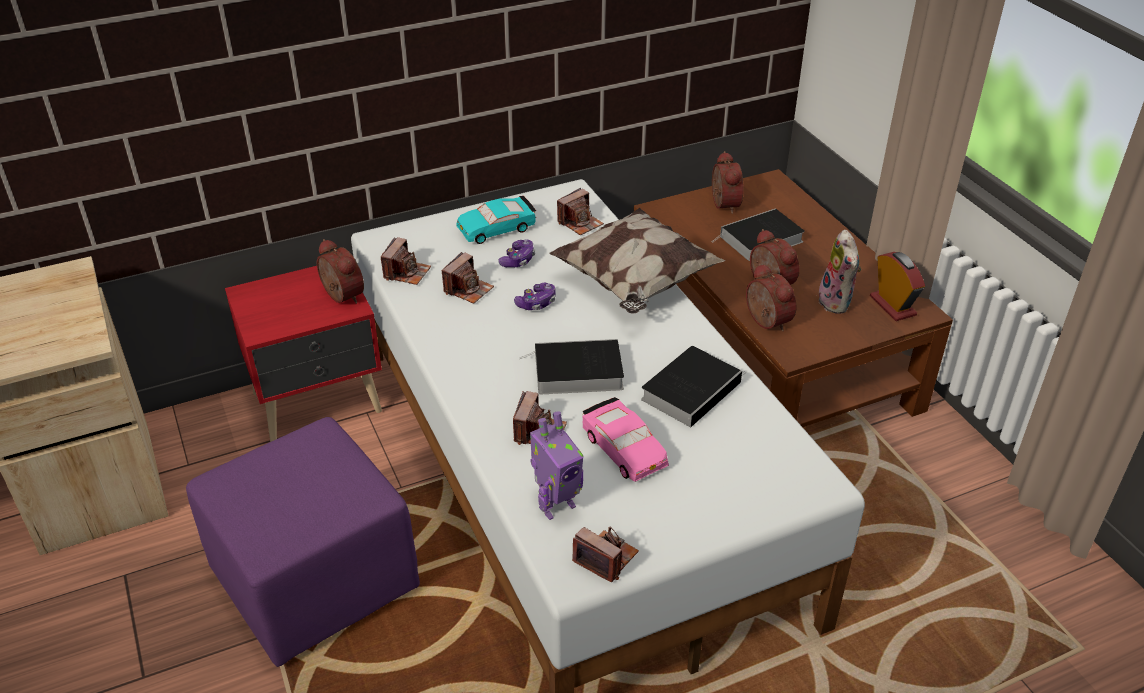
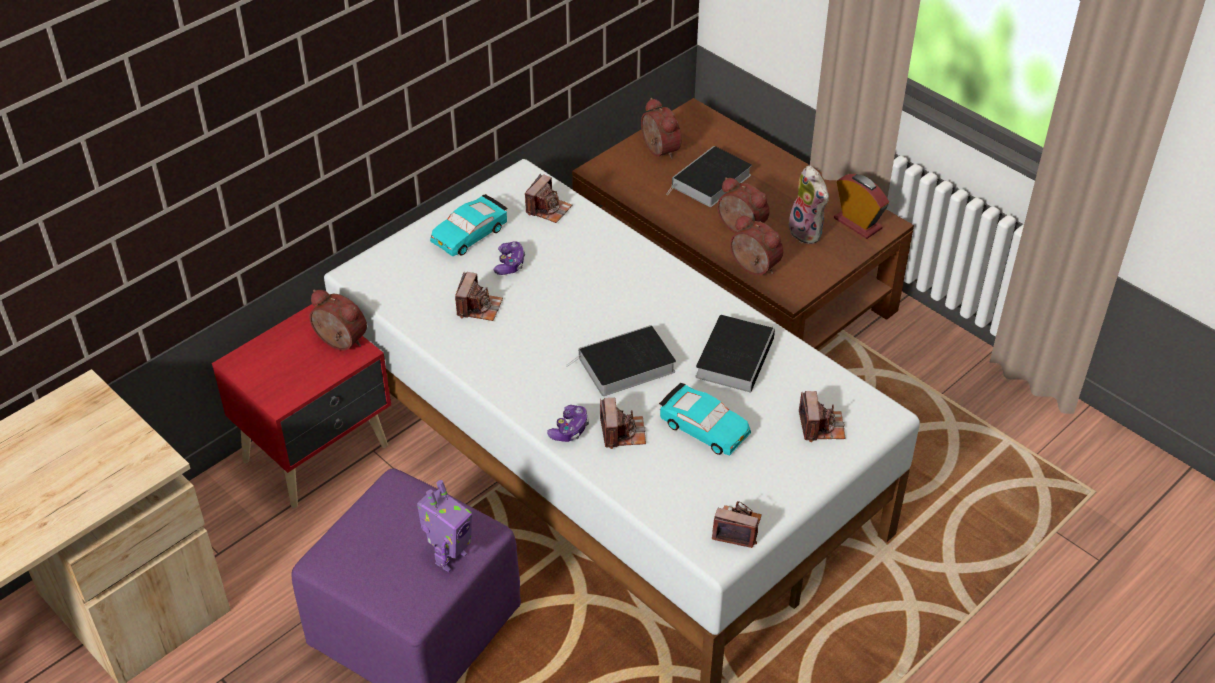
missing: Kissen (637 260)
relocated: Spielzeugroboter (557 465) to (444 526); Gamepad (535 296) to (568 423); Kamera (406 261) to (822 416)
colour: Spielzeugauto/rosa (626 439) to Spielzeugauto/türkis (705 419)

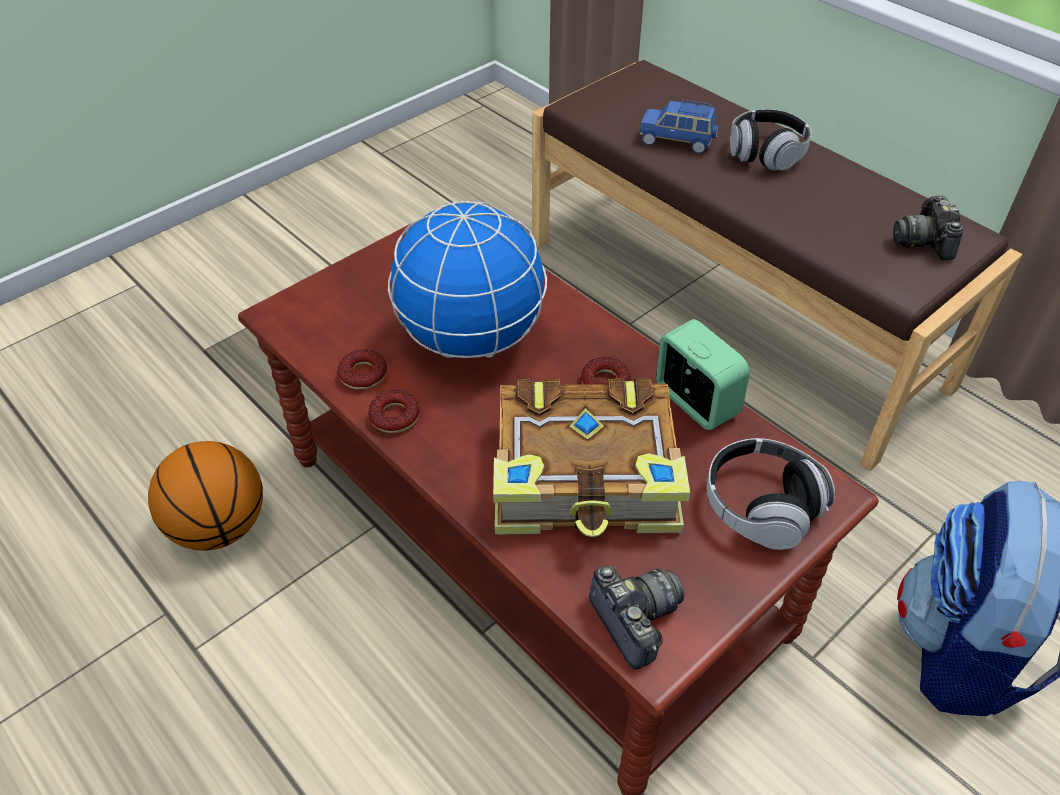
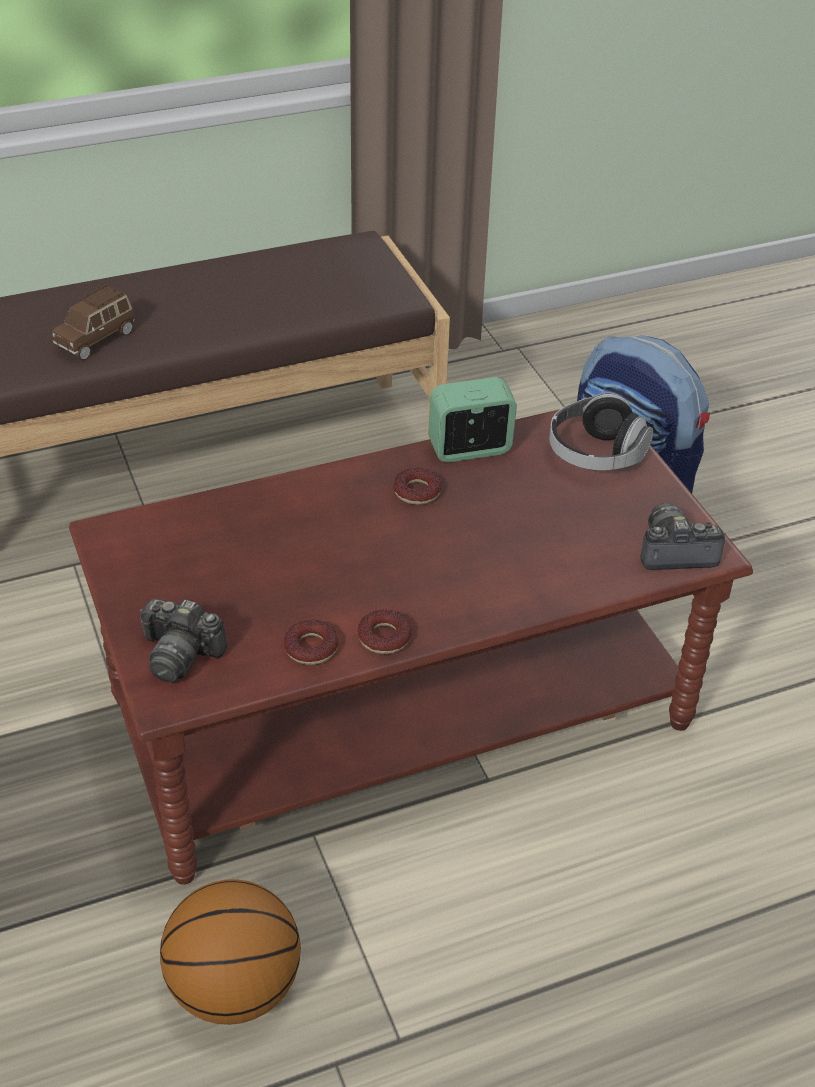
missing: Globus (467 279); Buch (591 457); Kopfhörer (771 139)
relocated: Kamera (928 228) to (183 640)
colour: Spielzeugauto/blau (679 126) to Spielzeugauto/braun (93 322)

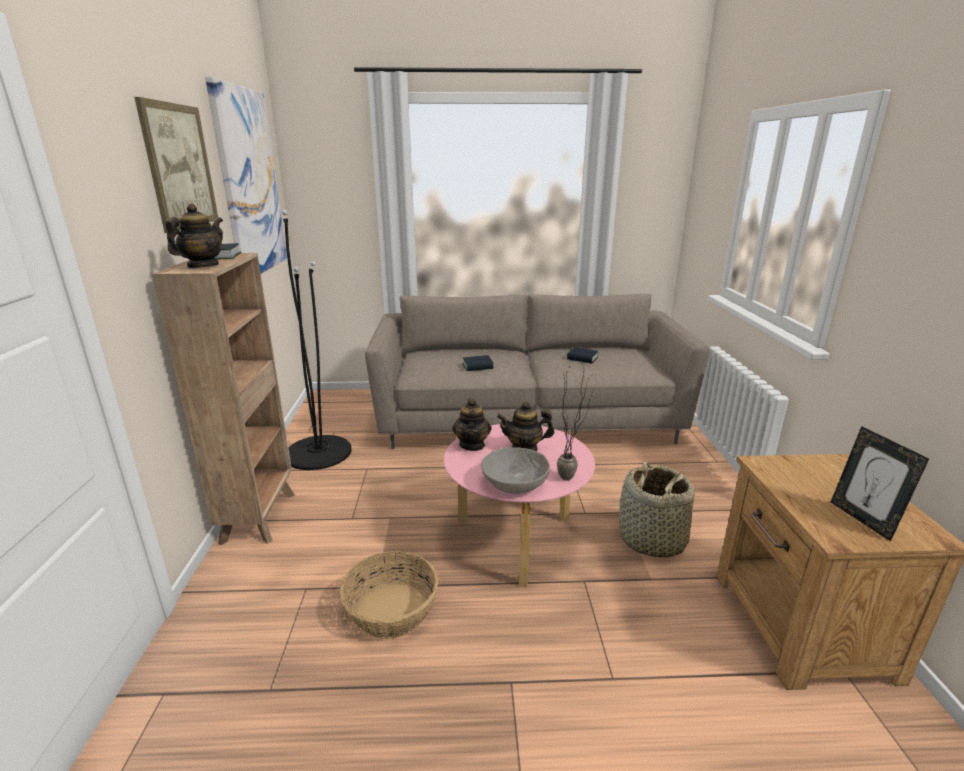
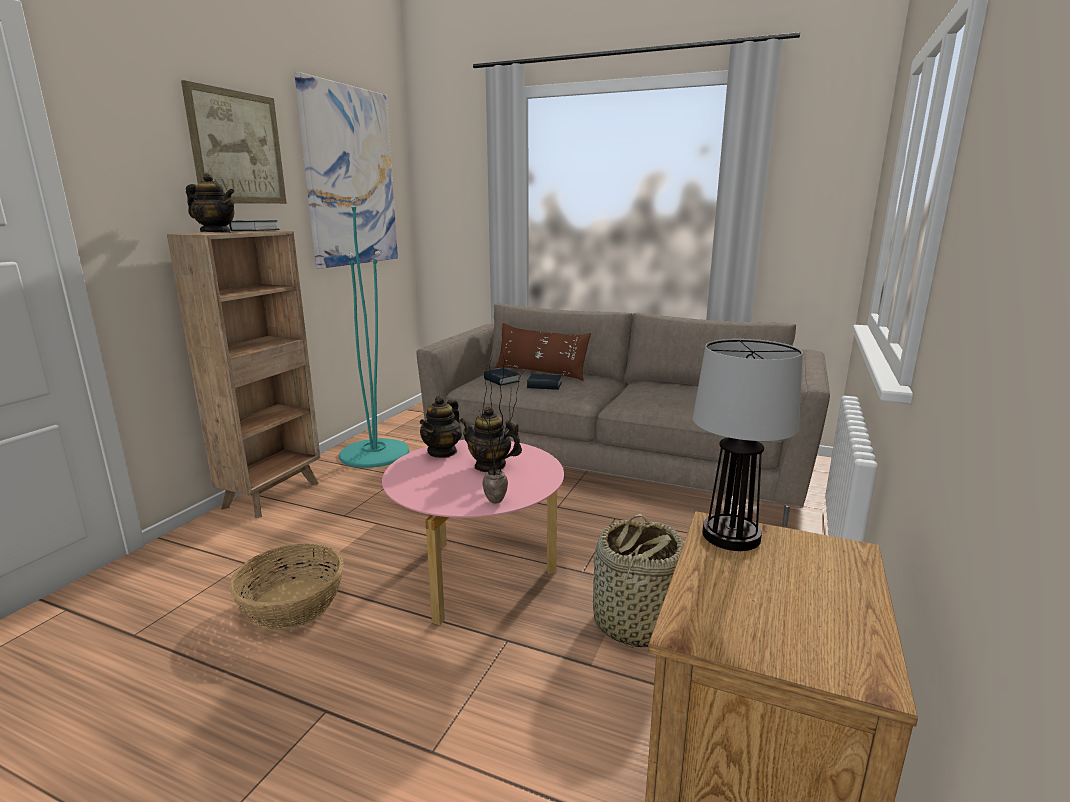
missing: Schüssel/grau (515 470); Bilderrahmen (880 483)
appeared: Kissen/braun (543 352); Tischlampe (748 445)
relocated: Buch (583 355) to (501 377)
colour: Stehlampe/schwarz (317 340) to Stehlampe/türkis (374 333)
spun: Teekanne (194 236) = (210 203) 60 degrees clockwise

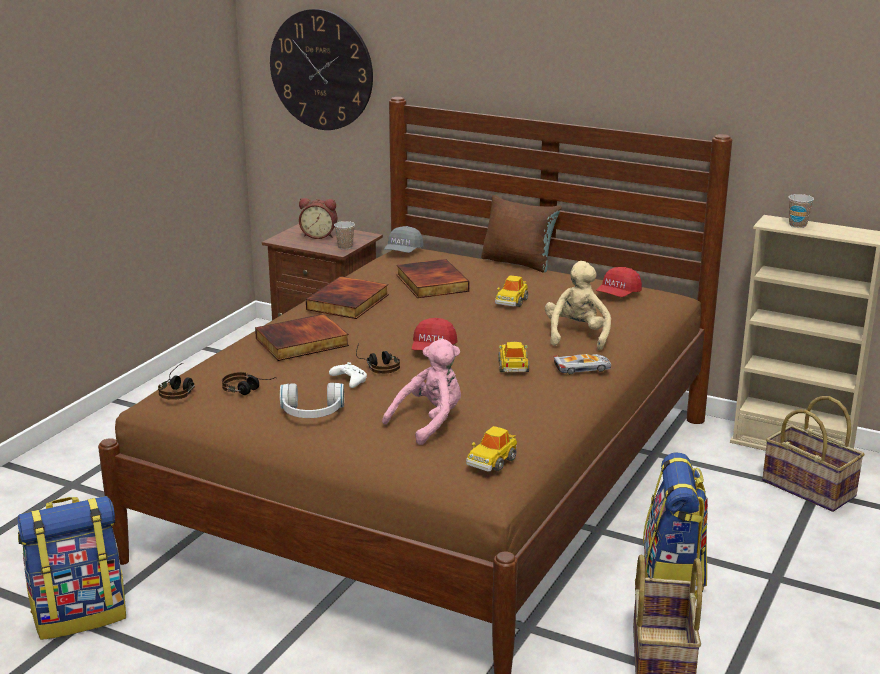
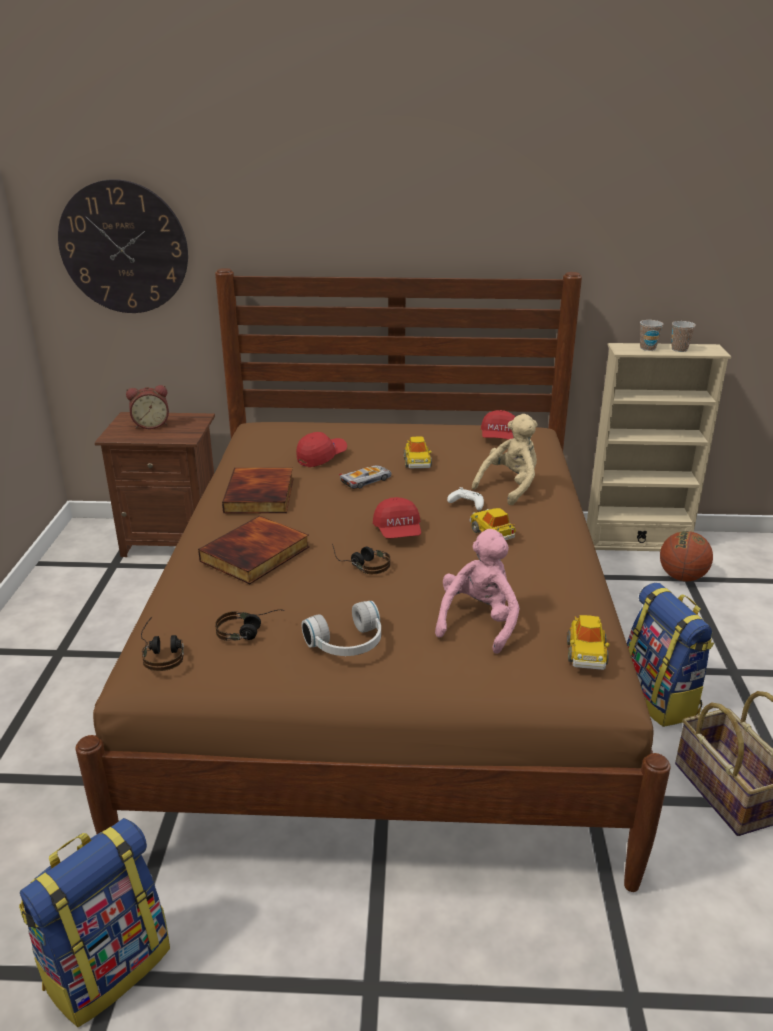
missing: Kappe/grau (404 239); Kissen/braun (521 234)
relocated: Spielzeugauto (582 364) to (365 477); Gamepad/weiß (348 375) to (465 498); Tasse (344 235) to (683 336)
exchanged: Buch (433 278) to Kappe/rot (321 449); Korb (813 454) to Basketball (686 556)
spun: Plüschtier/beige (578 306) = (505 460) 60 degrees clockwise

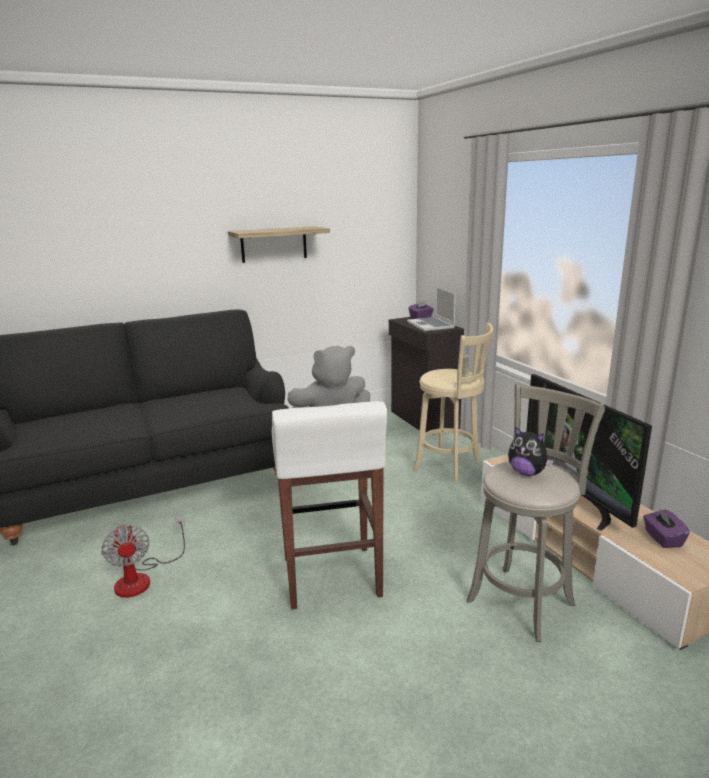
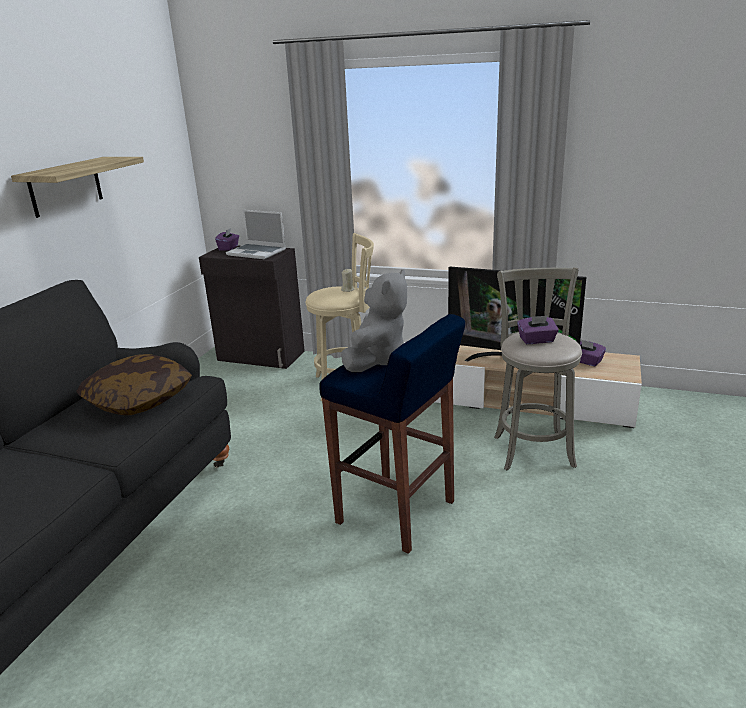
missing: Ventilator (143 556)
appeared: Kissen (134 384)
exchanged: Plüschtier (531 451) to Taschentuchbox/lila (538 330)
colour: Hocker/weiß (330 505) to Hocker/blau (392 434)

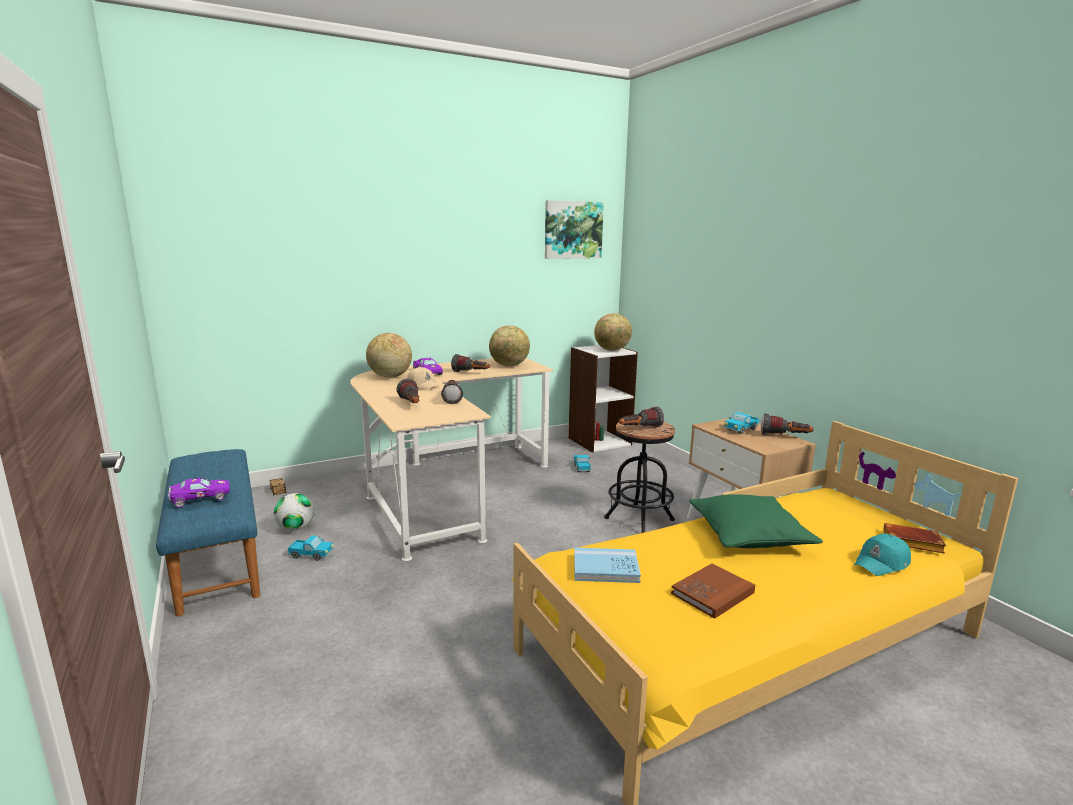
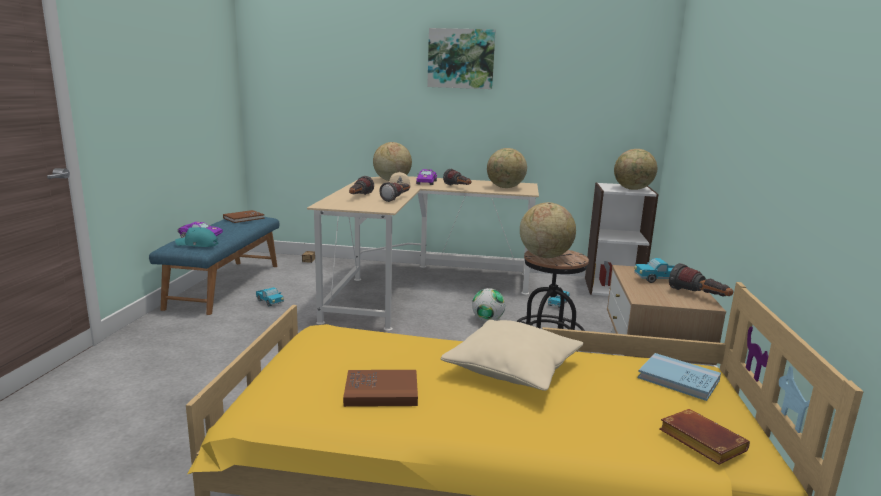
appeared: Buch/braun (244 216)
relocated: Kappe/türkis (882 555) to (196 237); Bild (574 229) to (461 58); Fußball (294 512) to (488 304); Buch/blau (607 565) to (679 377)
exchanged: Taschenlampe (641 416) to Globus (548 230)
colour: Kissen/grün (756 521) to Kissen/beige (512 355)

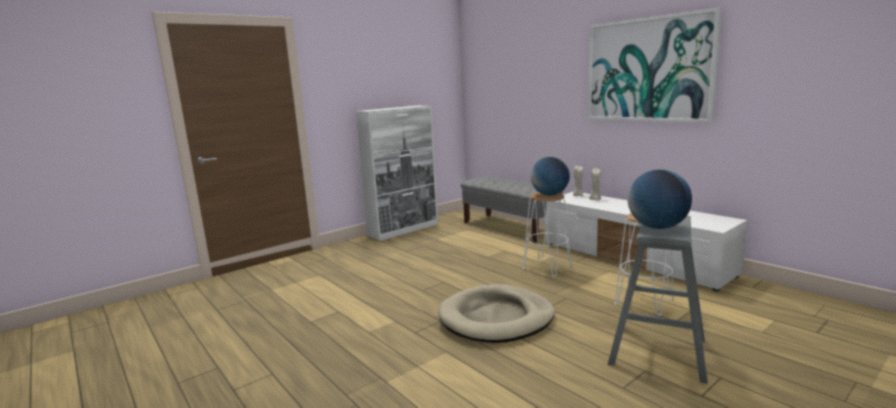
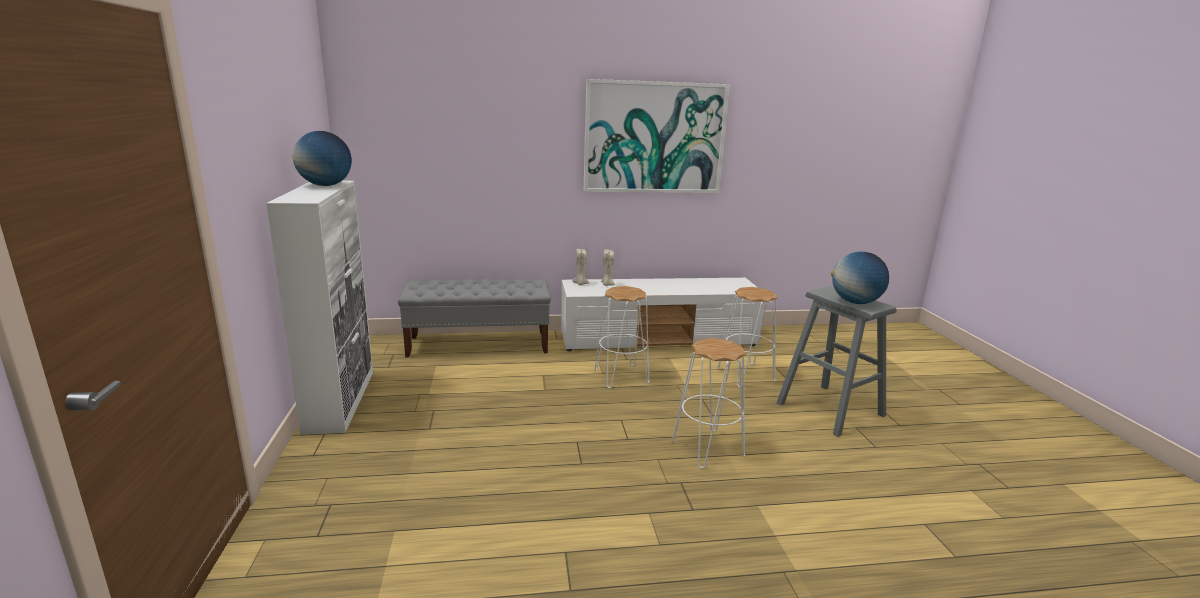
relocated: Globus (550 176) to (322 158)
exchanged: Hundebett/beige (496 313) to Hocker/weiß (709 403)

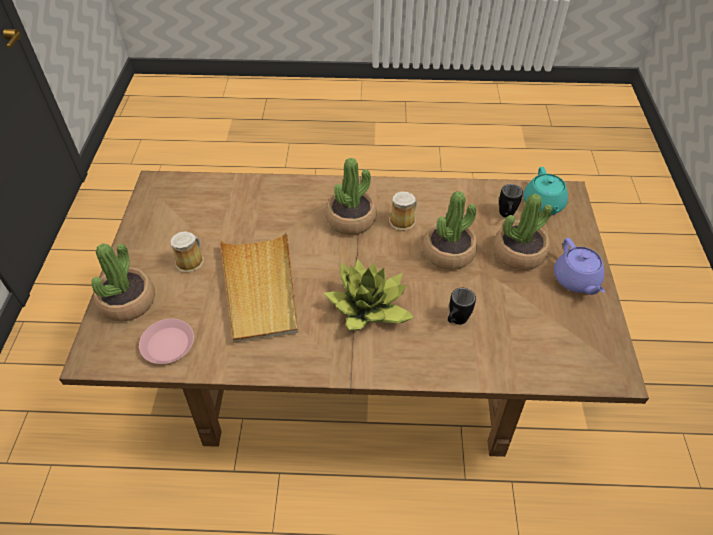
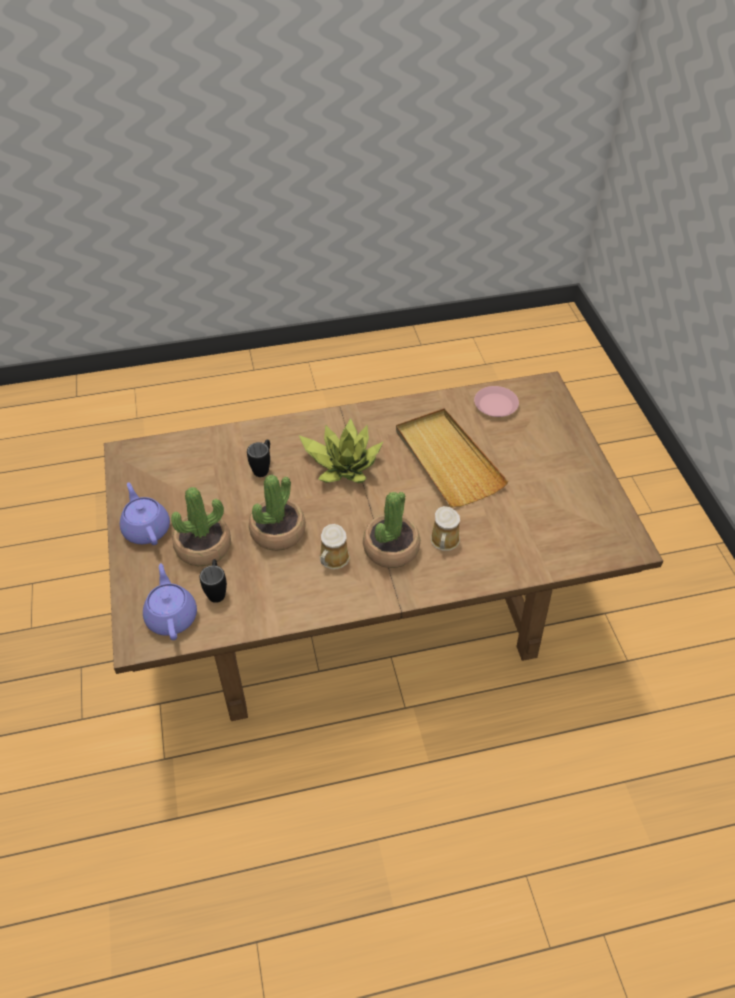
missing: Topfpflanze (123 282)
relocated: Henkelbecher (187 251) to (445 528)
colour: Teekanne/türkis (545 191) to Teekanne/lila (170 601)

